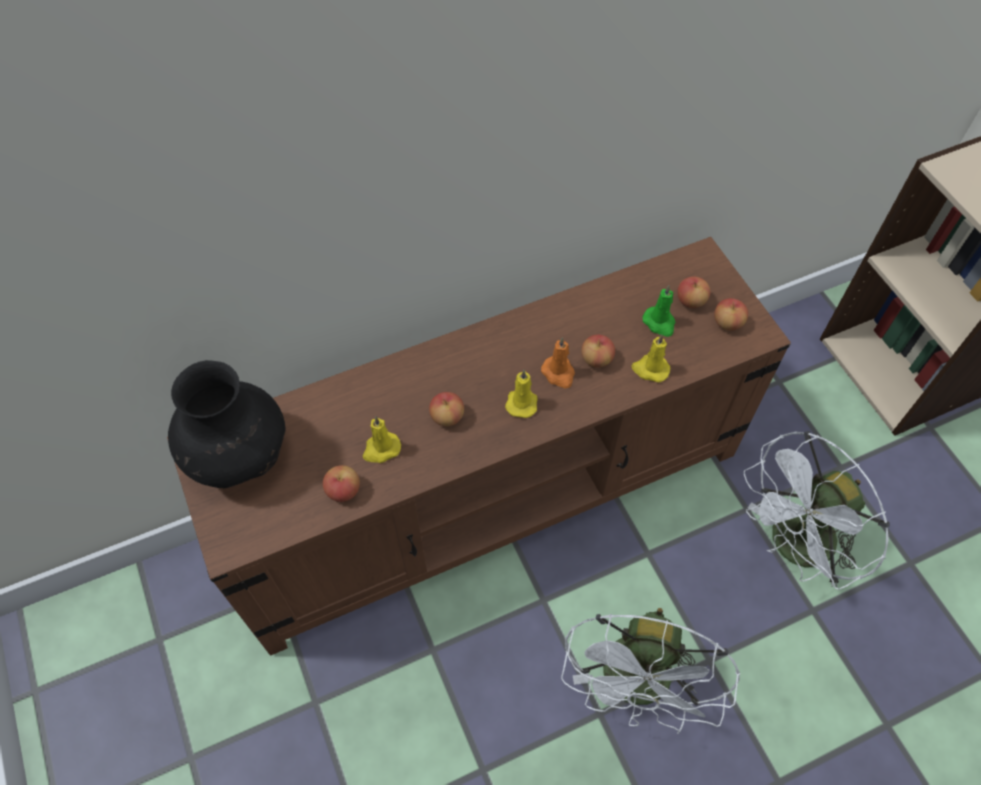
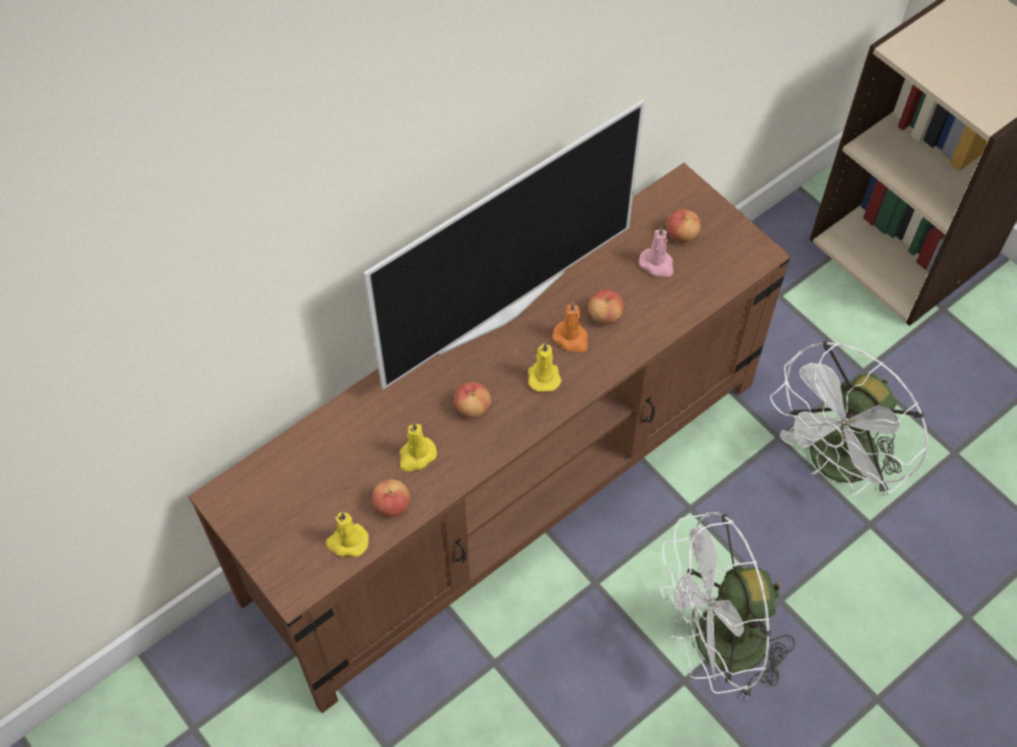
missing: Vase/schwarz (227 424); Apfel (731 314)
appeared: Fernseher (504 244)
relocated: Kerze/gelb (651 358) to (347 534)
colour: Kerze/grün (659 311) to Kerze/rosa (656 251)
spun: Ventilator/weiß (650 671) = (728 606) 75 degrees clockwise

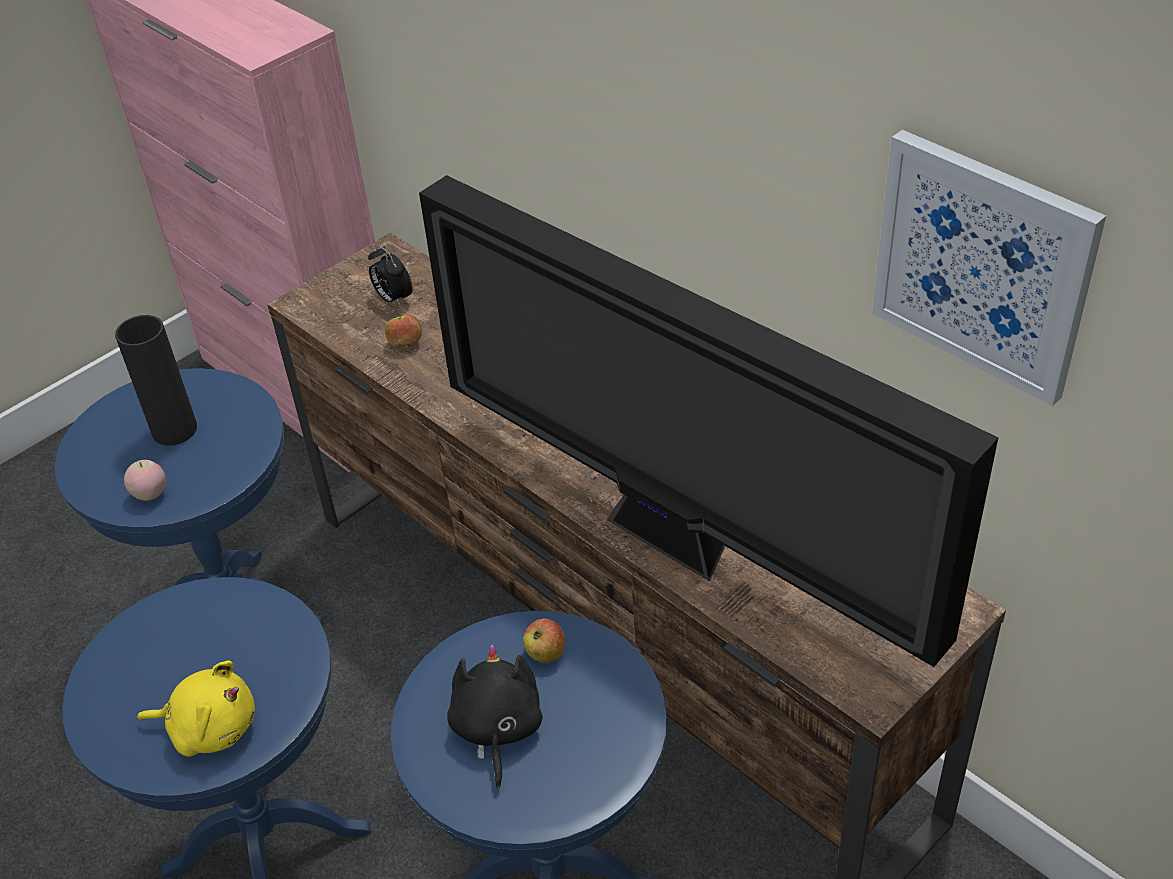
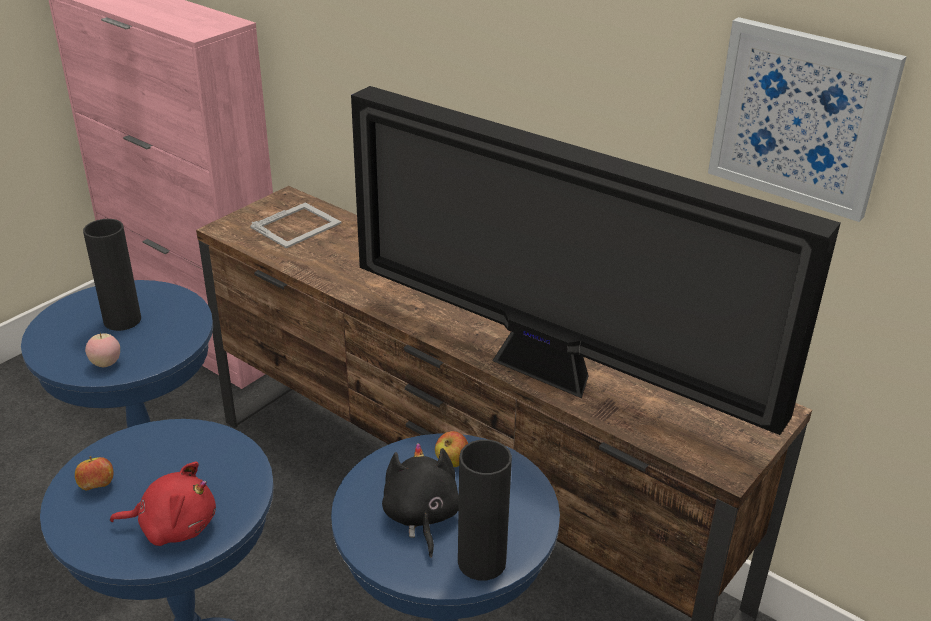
appeared: Vase/schwarz (485 510)
relocated: Apfel (403 330) to (94 473)
exchanged: Wecker (390 276) to Bilderrahmen (296 225)
colour: Plüschtier/gelb (196 708) to Plüschtier/rot (163 504)

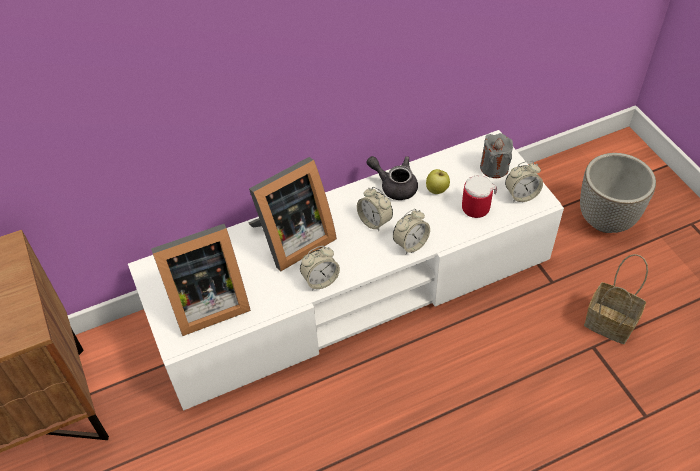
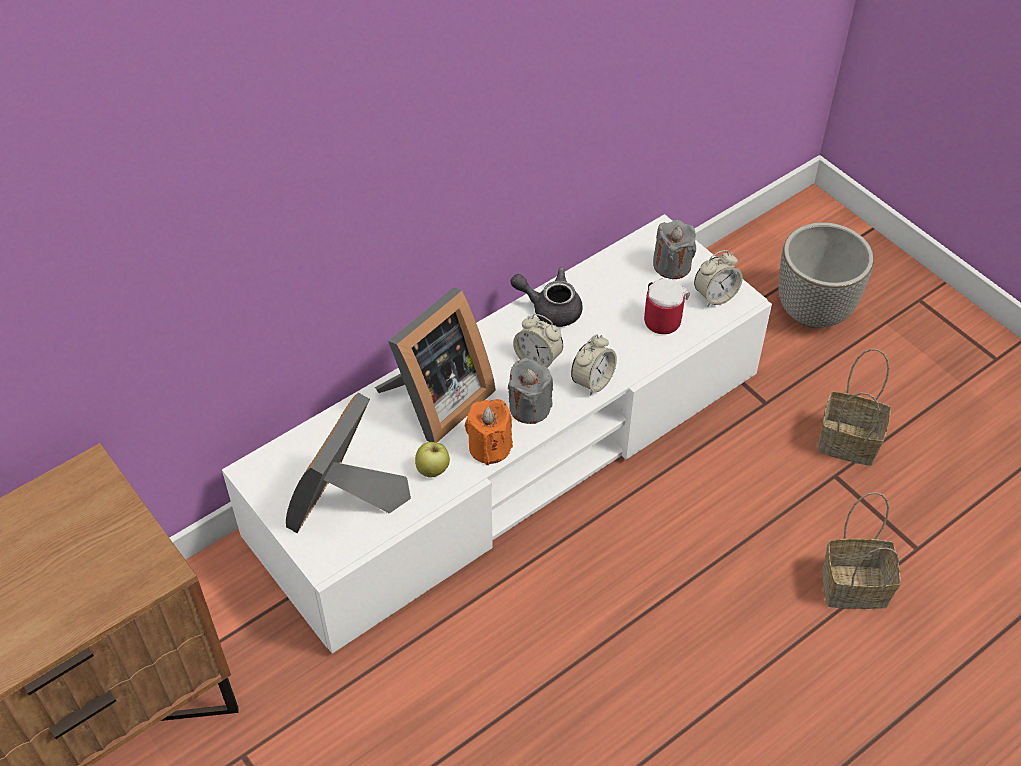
appeared: Kerze/grau (530 390); Korb (861 550)
relocated: Apfel (438 181) to (432 460)
exchanged: Wecker (320 268) to Kerze/orange (489 432)
spun: Bilderrahmen (201 280) = (348 463) 150 degrees clockwise

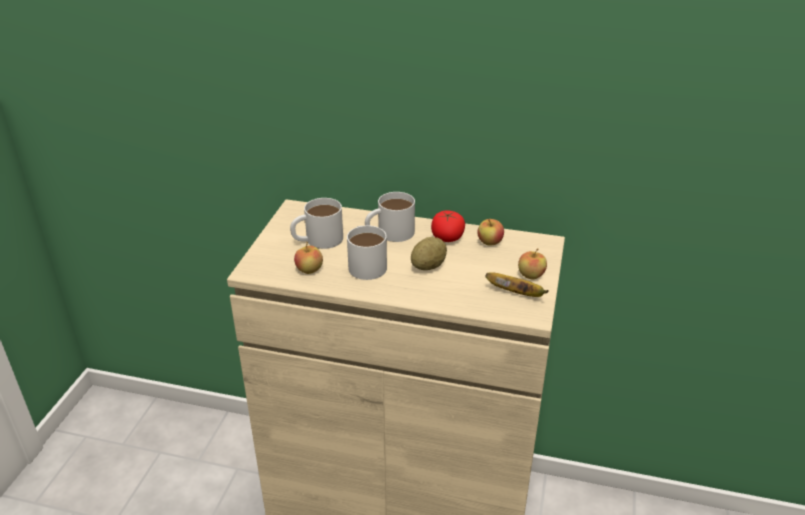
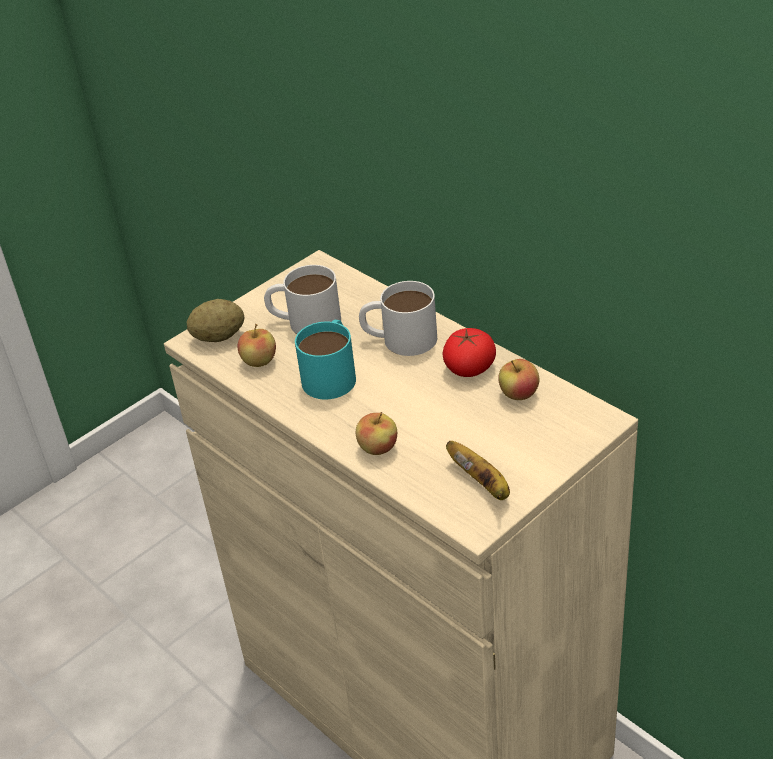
relocated: Kartoffel (429 253) to (215 320); Apfel (532 263) to (376 433)
colour: Henkelbecher/weiß (367 253) to Henkelbecher/türkis (325 359)

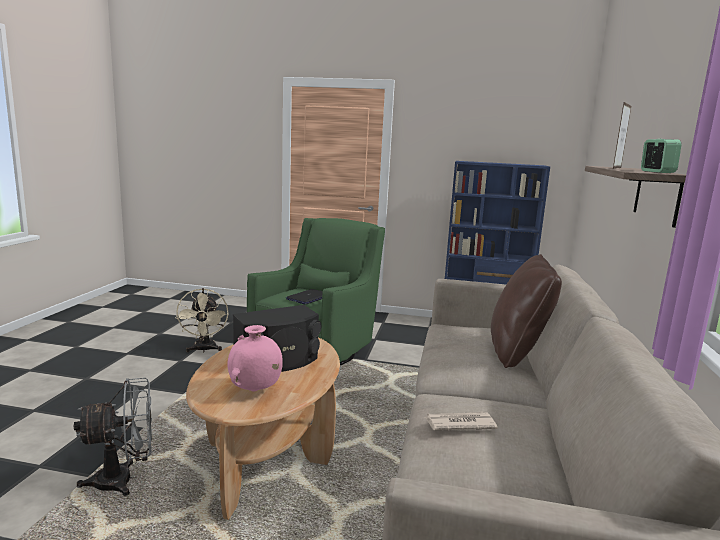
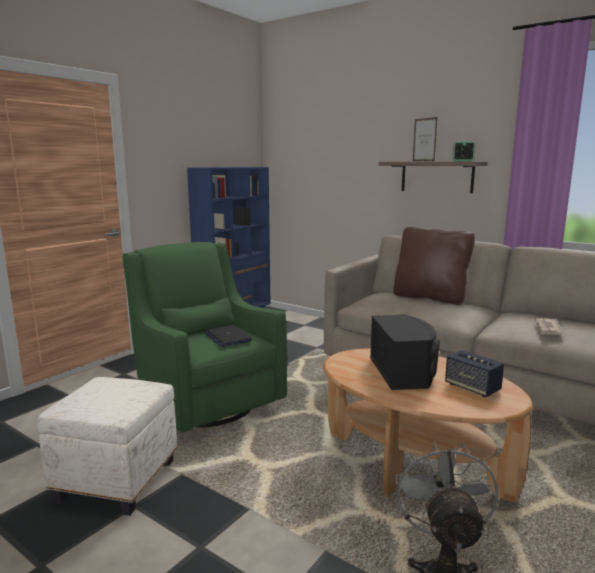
exchanged: Ventilator/beige (202 320) to Polsterhocker/weiß (107 446); Vase/rosa (255 358) to Lautsprecher (474 373)

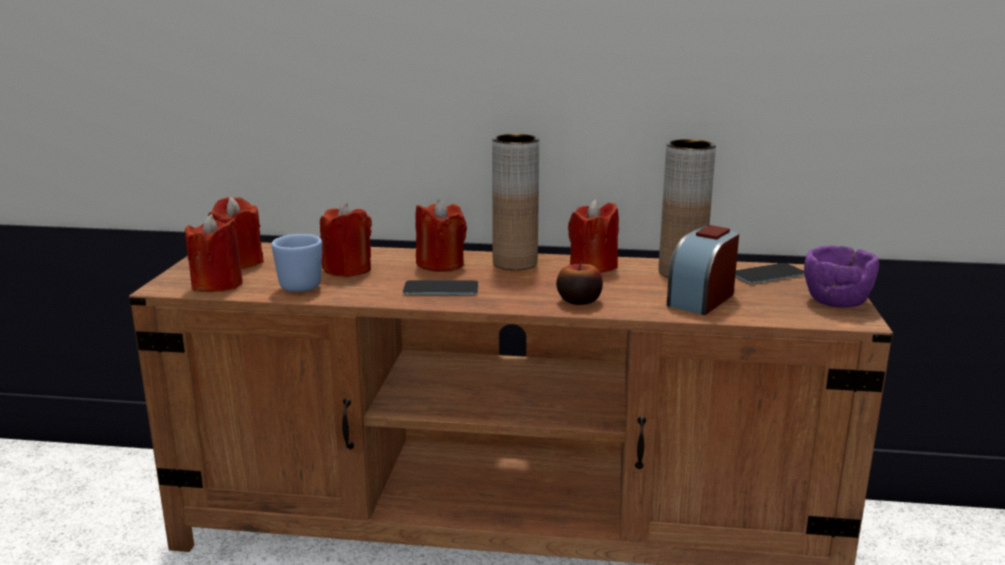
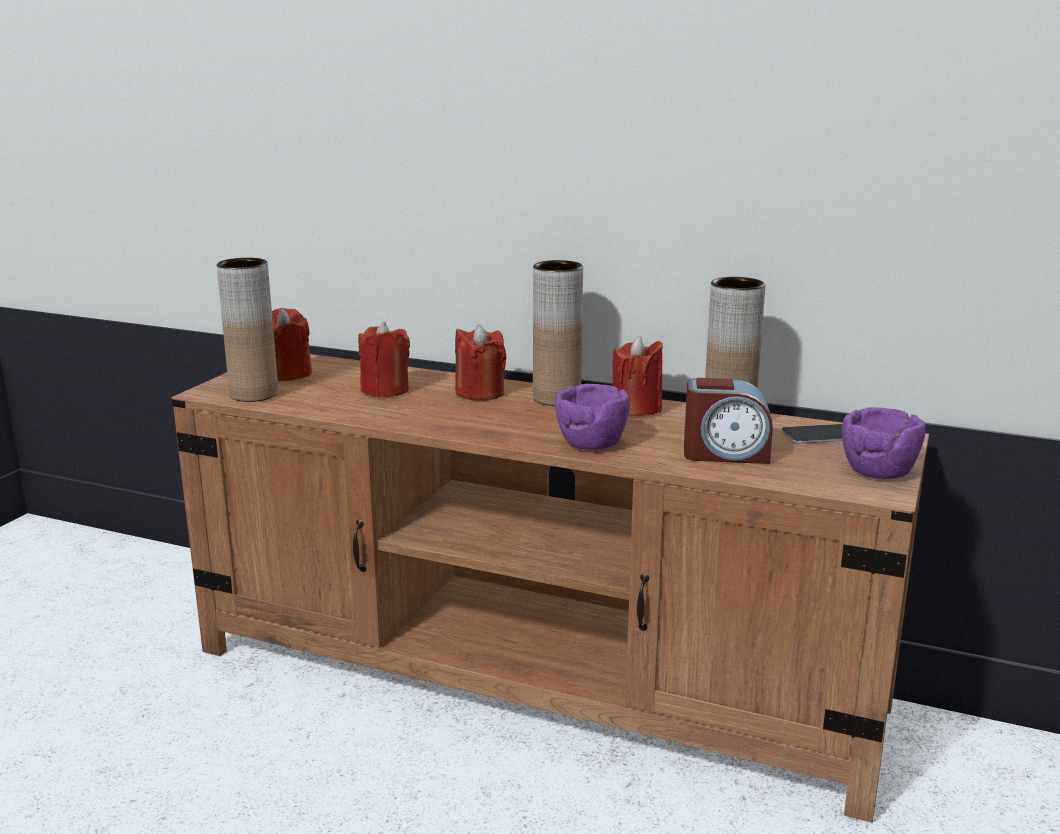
missing: Henkelbecher/blau (296 263); Handy (441 287)
exchanged: Kerze/rot (214 253) to Vase/braun (247 330); Apfel (579 283) to Schüssel/lila (592 417)
spun: Wecker (703 270) = (728 421) 135 degrees counterclockwise

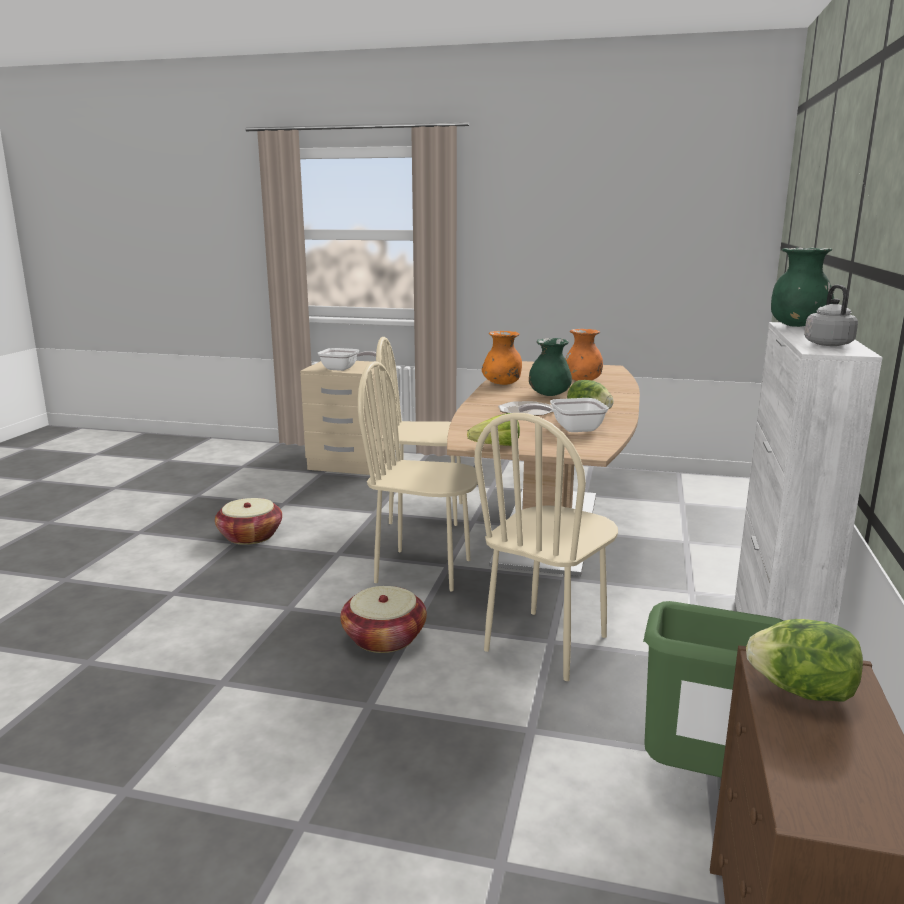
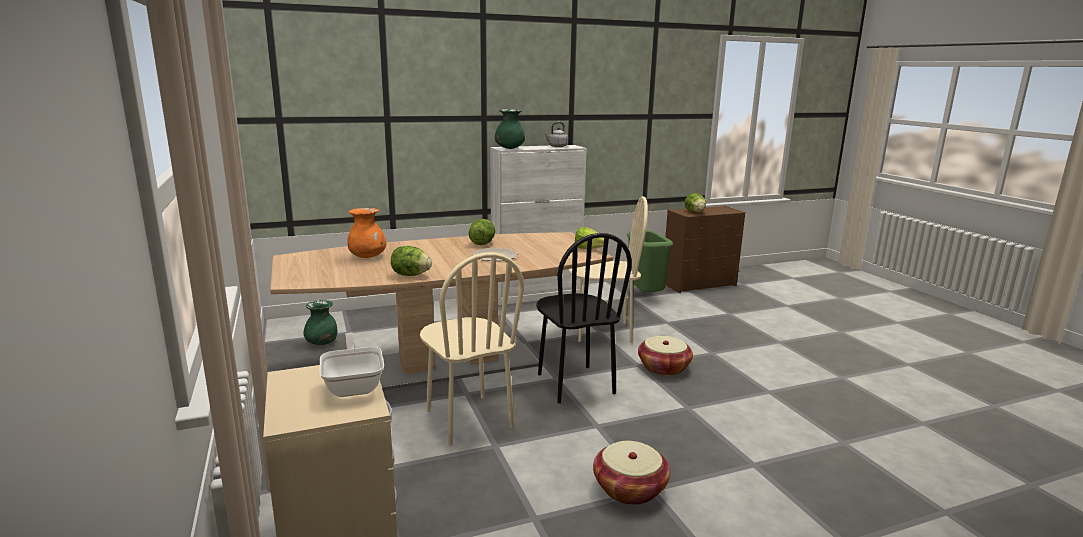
missing: Pfanne (563 415)
relocated: Vase/grün (550 367) to (320 322)
exchanged: Vase/orange (502 358) to Salatkopf (411 261)
colour: Stuhl/beige (418 476) to Stuhl/schwarz (584 318)

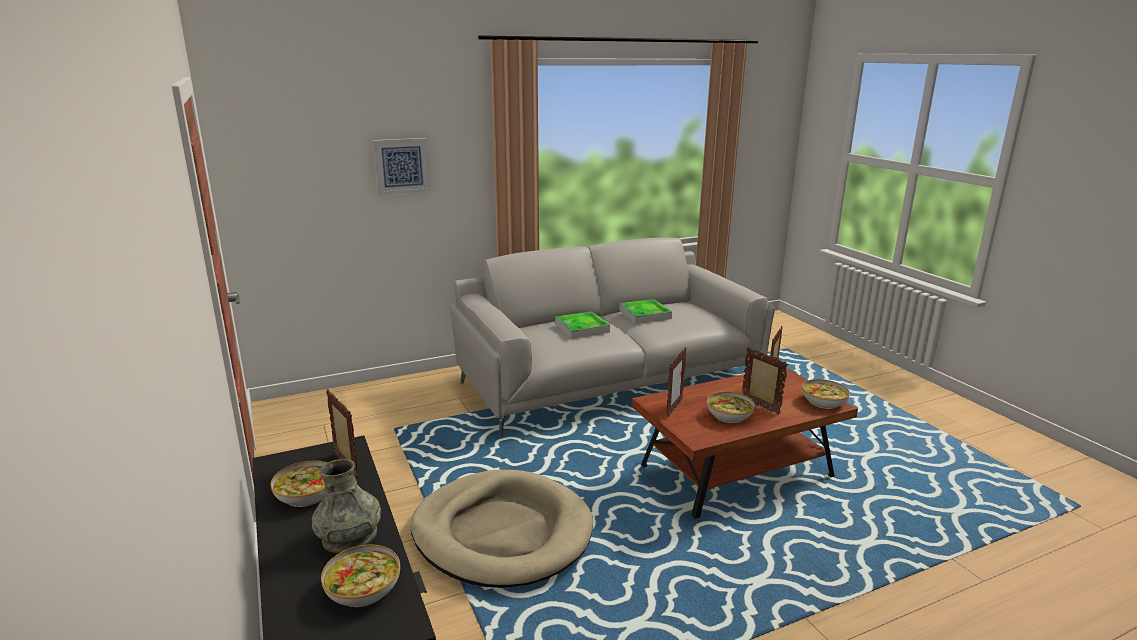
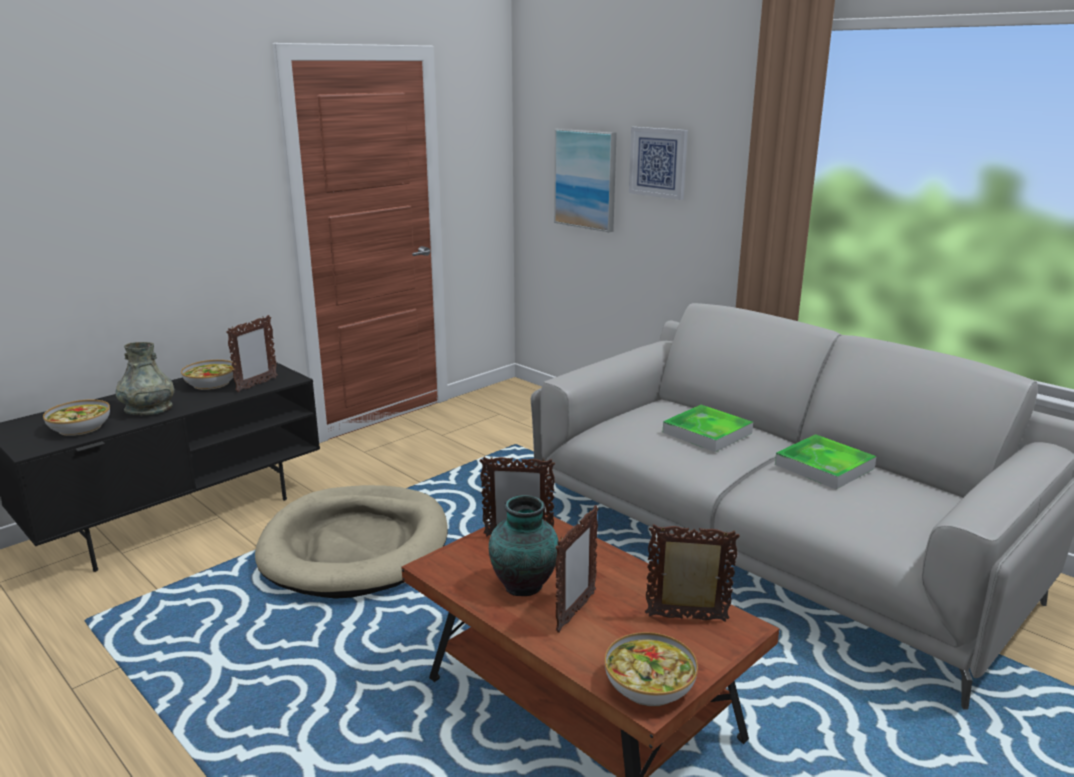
appeared: Bild (585 180)
exchanged: Schüssel (731 407) to Vase (524 545)

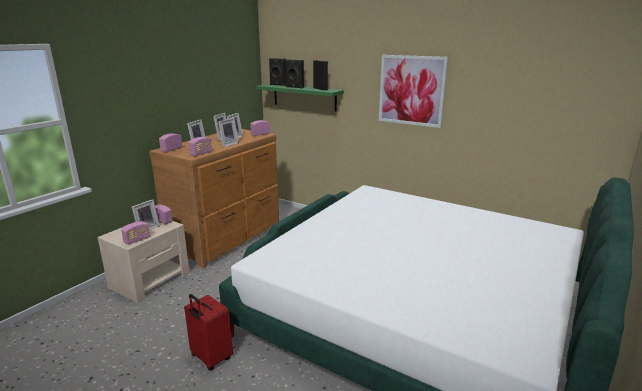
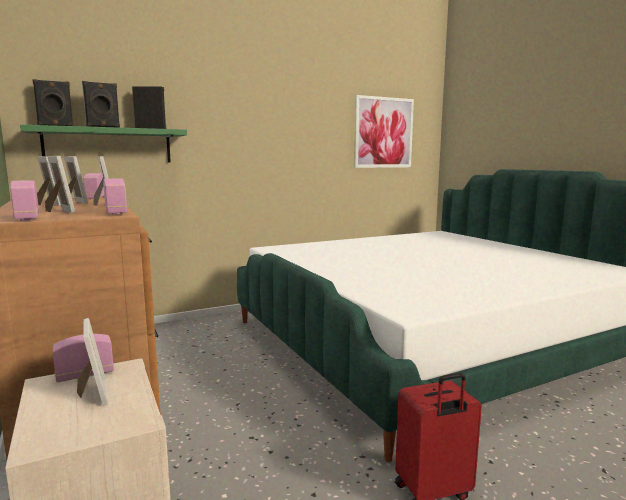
missing: Radio (135 233)
relocated: Bild (413 91) to (384 131)

